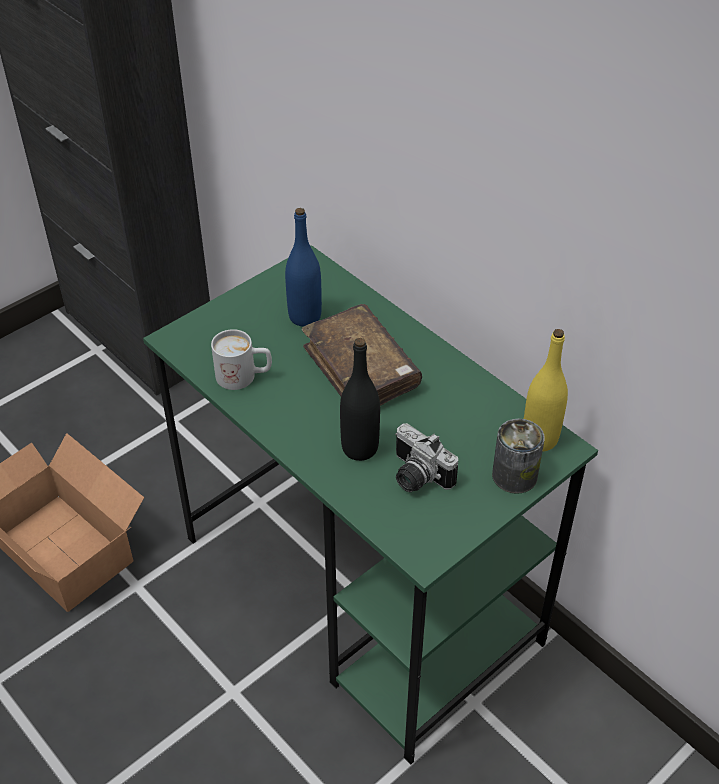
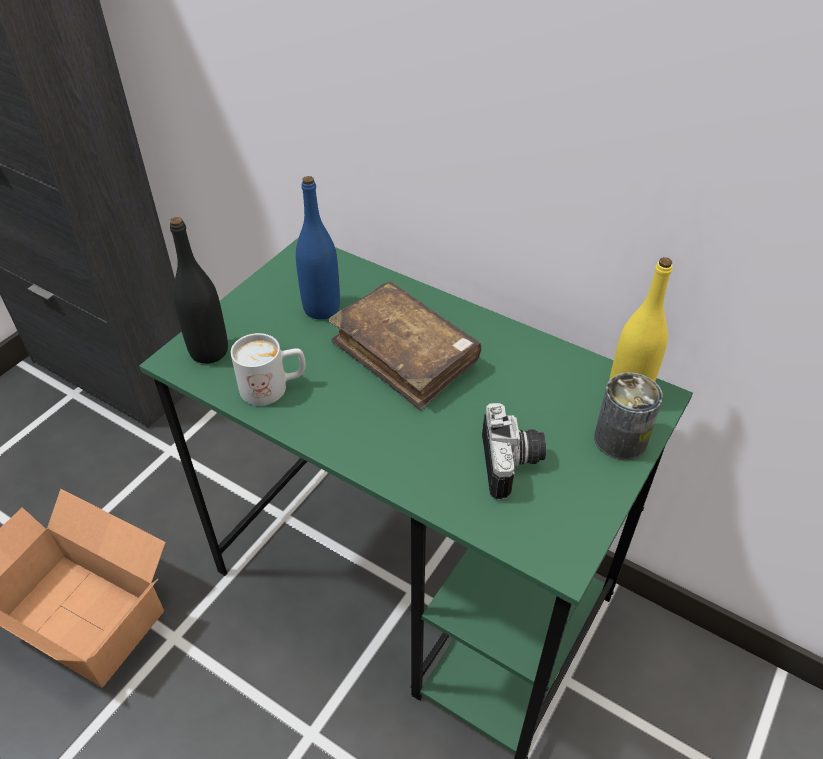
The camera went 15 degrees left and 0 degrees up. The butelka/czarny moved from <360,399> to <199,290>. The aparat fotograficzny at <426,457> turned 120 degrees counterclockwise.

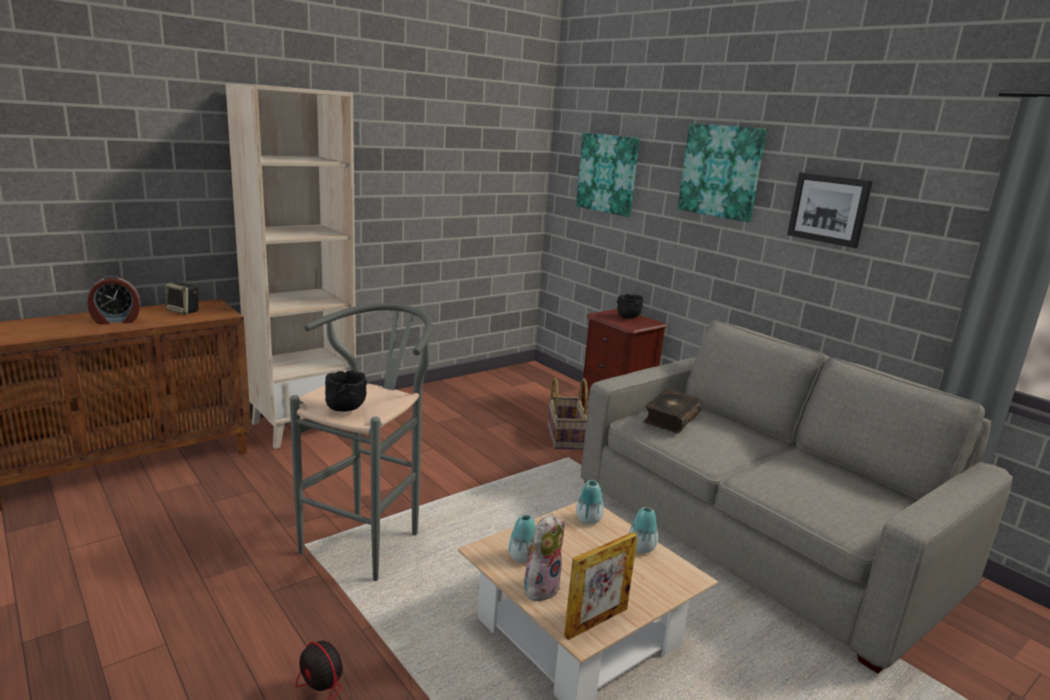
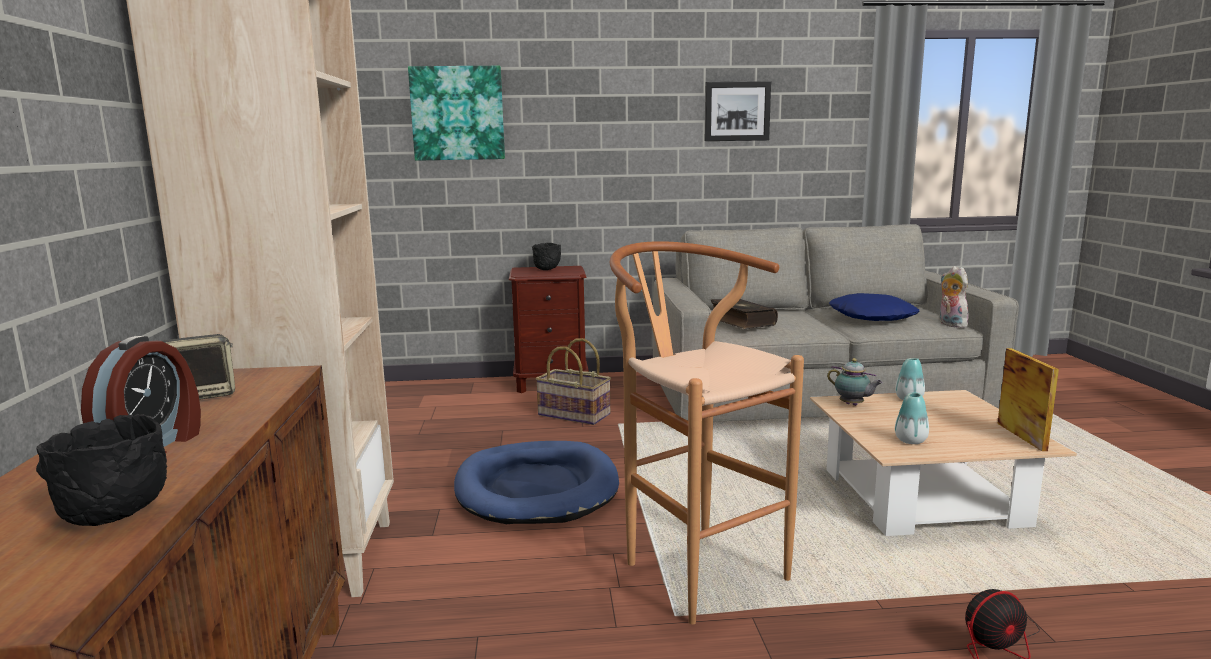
The camera went 55 degrees left and 5 degrees down. The obraz at <722,172> disappeared. The stołek/szary at <361,442> became the stołek/brązowy at <707,433>. The miska/czarny moved from <346,391> to <101,470>. The wazon at <590,502> was replaced by the imbryk at <855,382>. The pluszak moved from <544,557> to <954,297>. The poduszka/niebieski at <874,307> appeared. The legowisko/niebieski at <536,482> appeared.

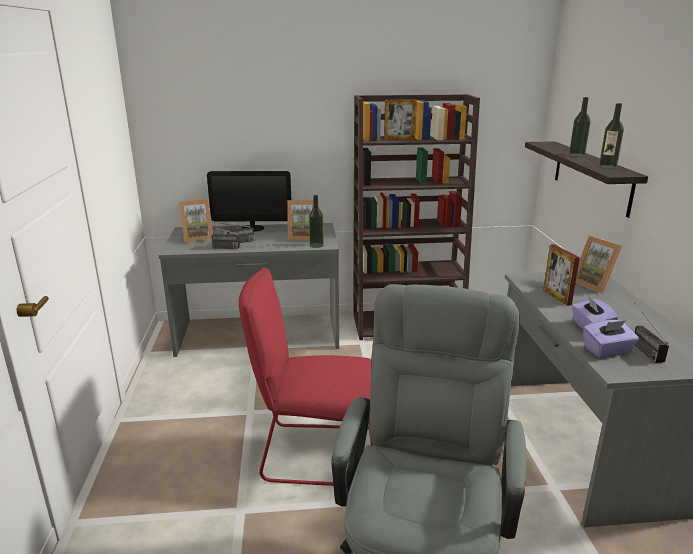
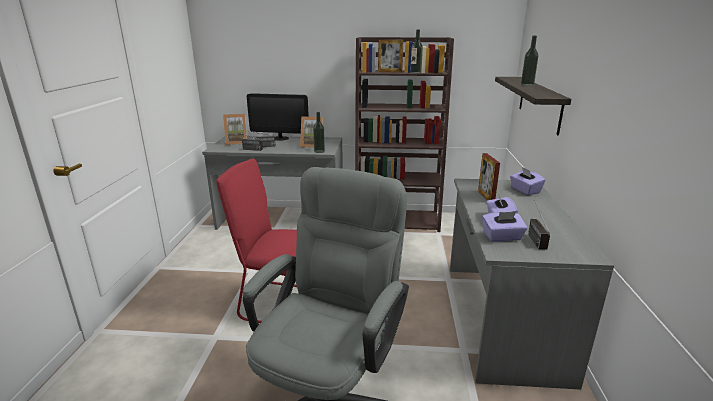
The camera went 10 degrees right and 0 degrees up. The butelka moved from <611,136> to <416,51>. The ramka na zdjęcie at <599,265> was replaced by the pudełko chusteczek/fioletowy at <528,181>.

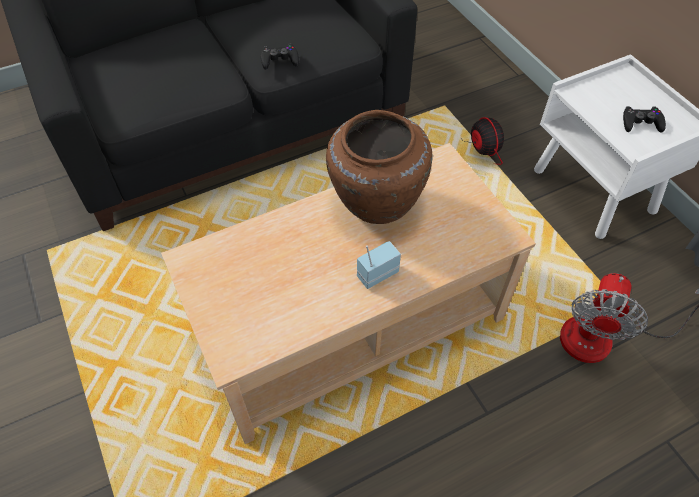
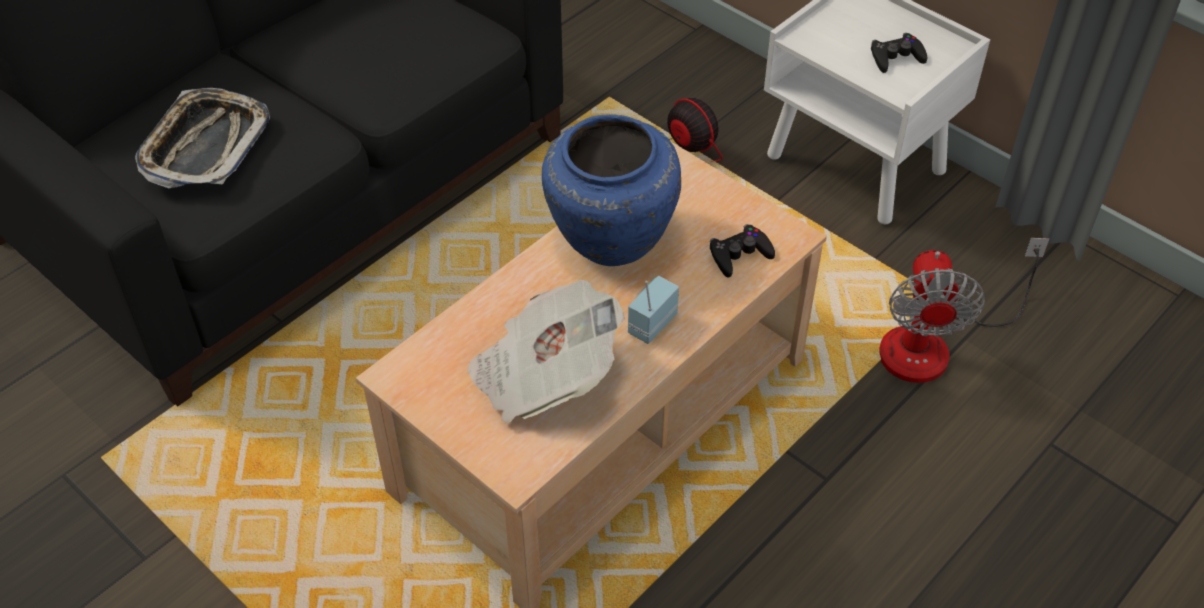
The camera went 20 degrees left and 5 degrees down. The pad do gier/czarny moved from <280,57> to <742,251>. The wazon/brązowy at <379,167> became the wazon/niebieski at <611,190>. The taca at <202,138> appeared. The gazeta at <545,352> appeared.

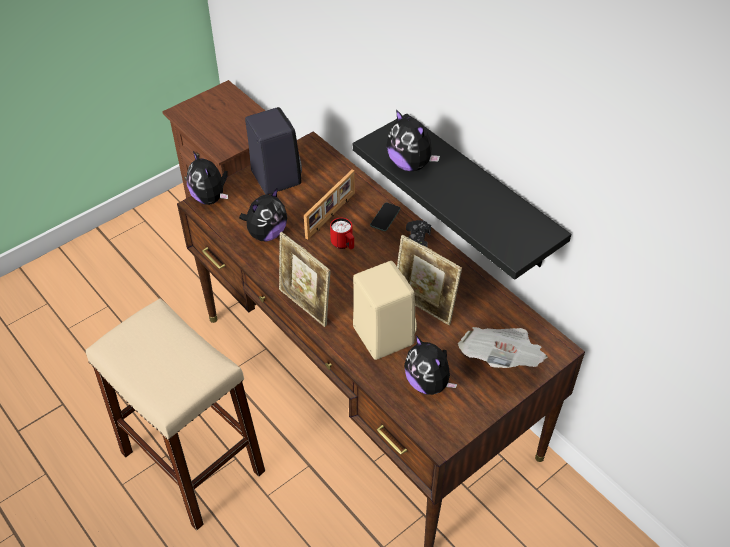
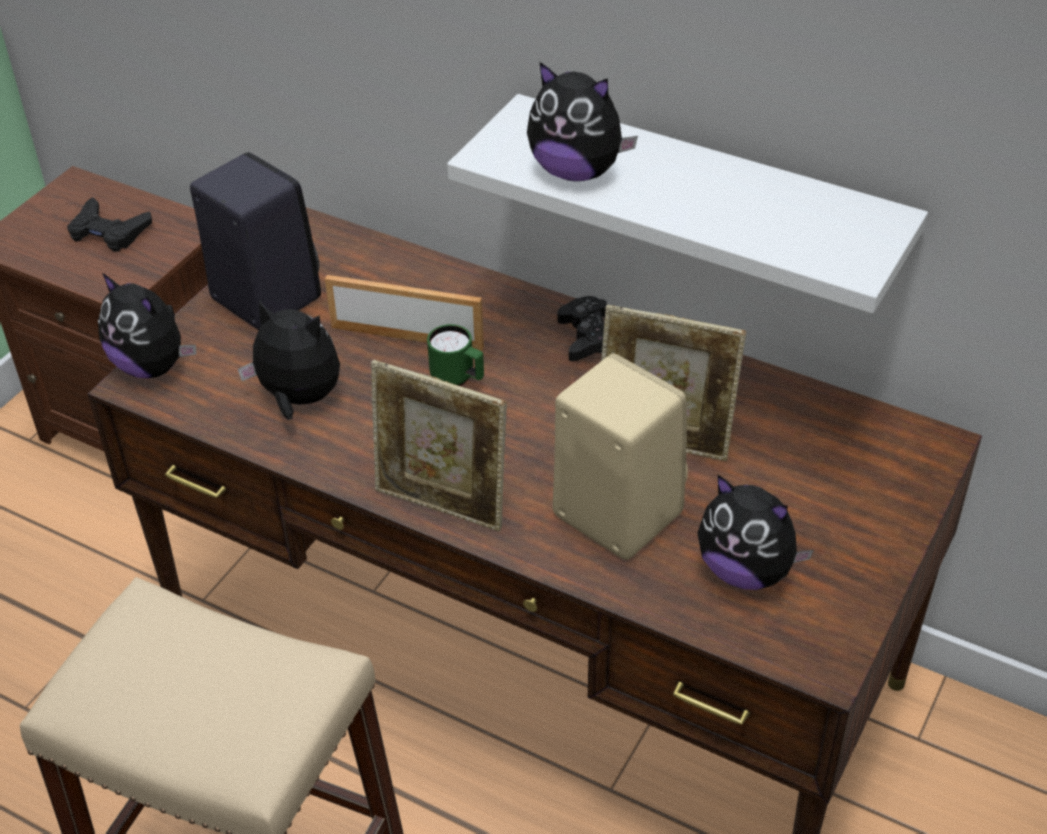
The camera went 20 degrees left and 5 degrees down. The półka/czarny at <462,196> became the półka/biały at <687,204>. The ramka na zdjęcie at <329,204> turned 90 degrees counterclockwise. The pluszak at <263,214> turned 90 degrees counterclockwise. The telefon at <385,216> disappeared. The kubek/czerwony at <342,233> became the kubek/zielony at <455,355>. The gazeta at <503,347> disappeared. The pad do gier/czarny at <109,224> appeared.

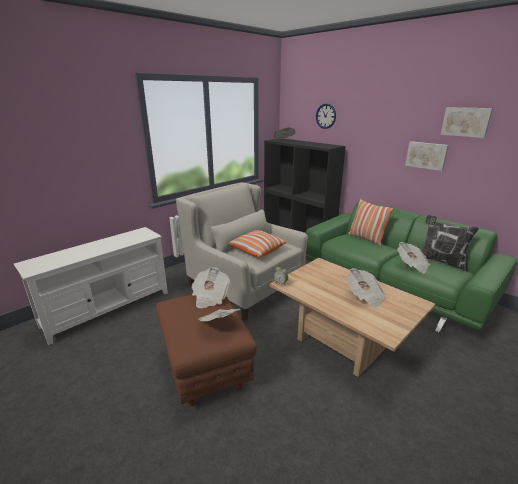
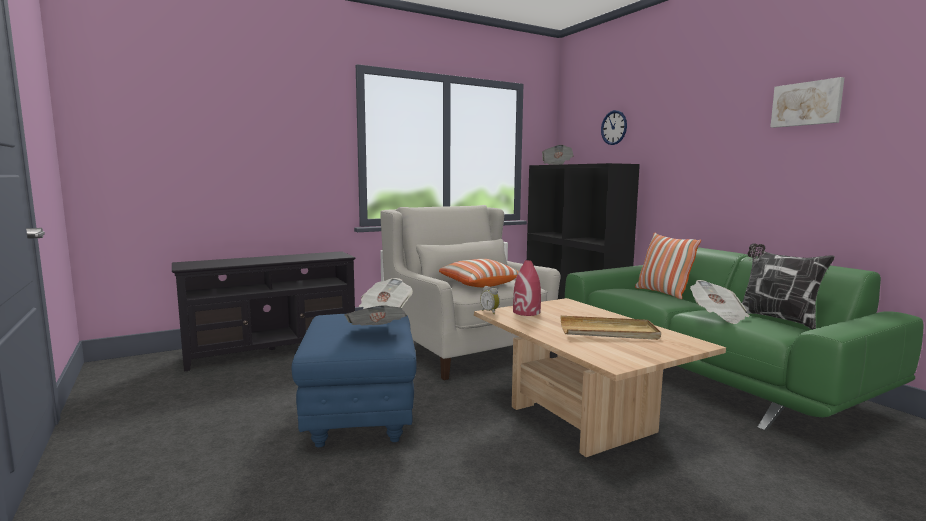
The camera went 15 degrees right and 15 degrees down. The obraz at <427,156> disappeared. The szafka pod telewizor/biały at <91,286> became the szafka pod telewizor/czarny at <264,311>. The gazeta at <366,288> was replaced by the taca/beżowy at <611,328>. The pufa/brązowy at <206,350> became the pufa/niebieski at <354,380>. The wazon/czerwony at <527,288> appeared.

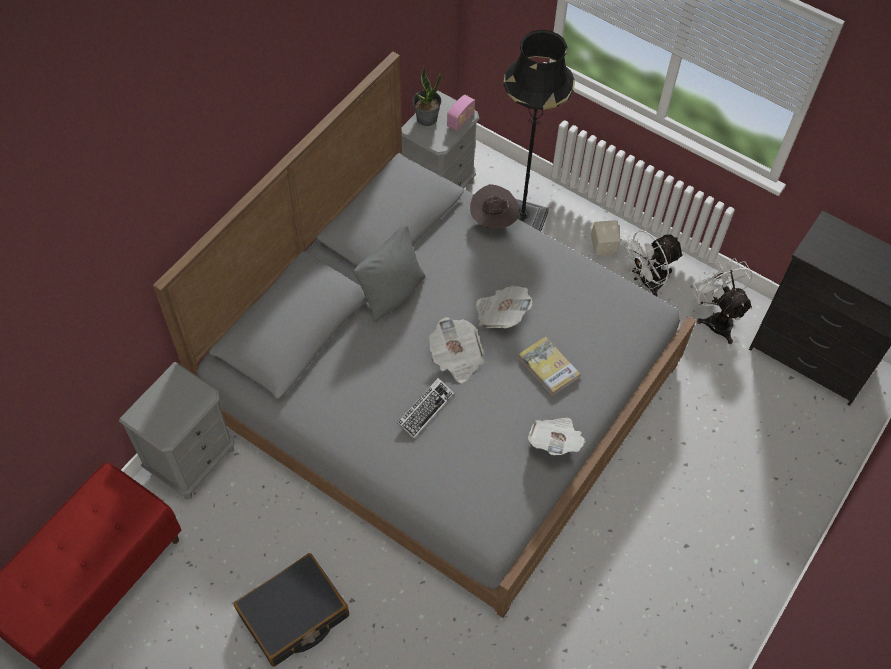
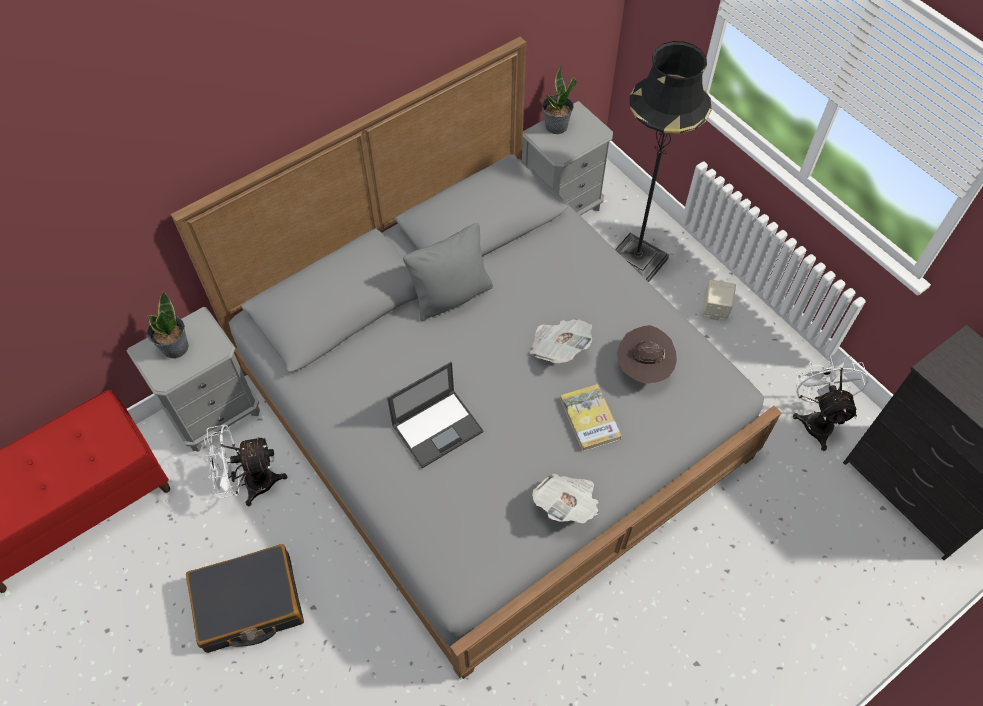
The camera went 20 degrees right and 0 degrees up. The radio at <461,113> disappeared. The kapelusz/brązowy moved from <494,206> to <647,354>. The wentylator/biały moved from <653,263> to <245,465>. The gazeta at <456,350> disappeared. The klawiatura at <425,408> was replaced by the laptop at <435,415>. The roślina doniczkowa at <168,324> appeared.

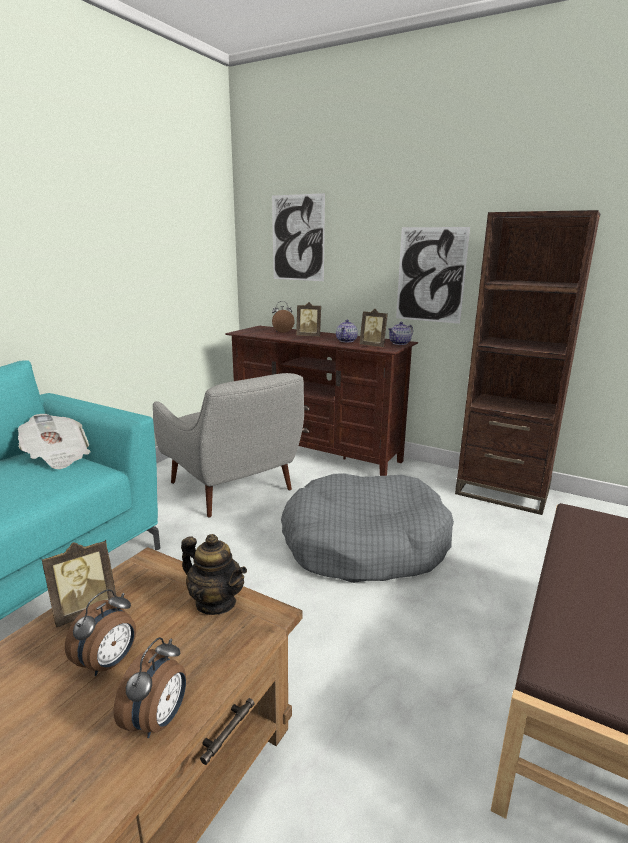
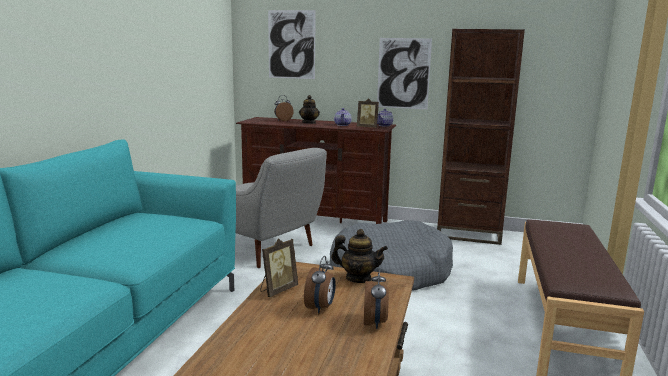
The camera went 15 degrees left and 5 degrees down. The ramka na zdjęcie at <308,319> was replaced by the imbryk at <309,109>. The gazeta at <54,441> disappeared.

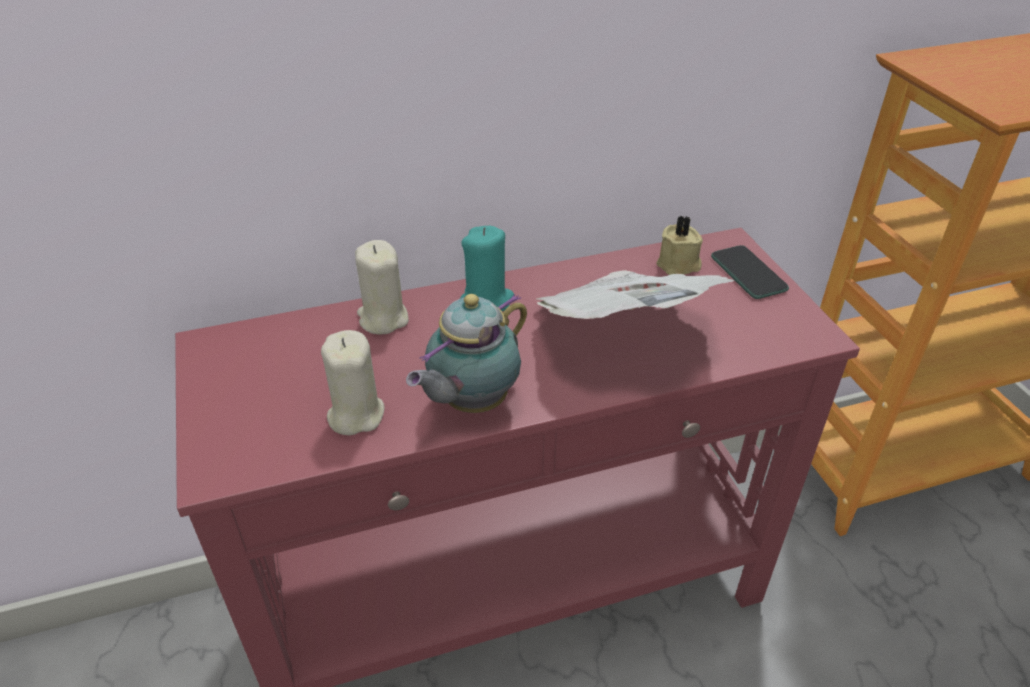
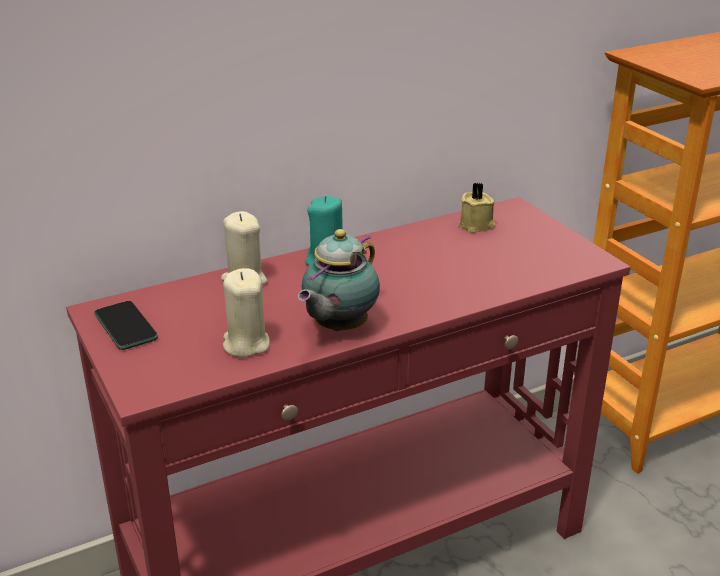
The camera went 10 degrees left and 10 degrees down. The telefon moved from <750,272> to <126,325>. The gazeta at <636,294> disappeared.

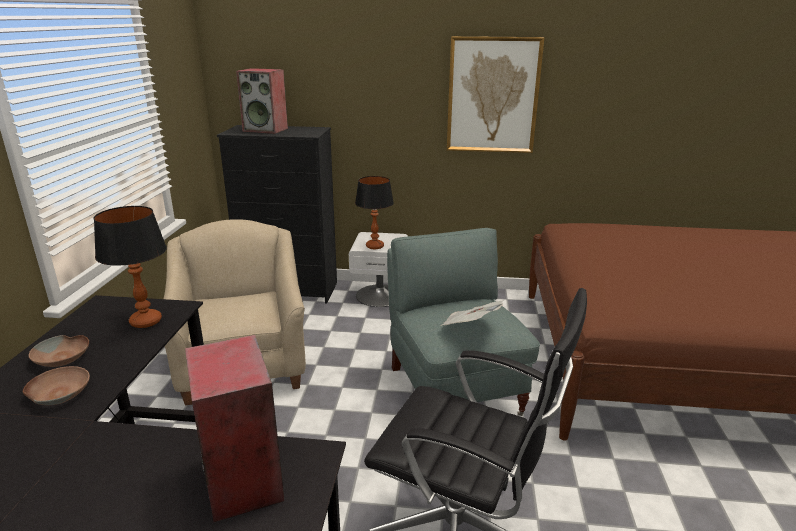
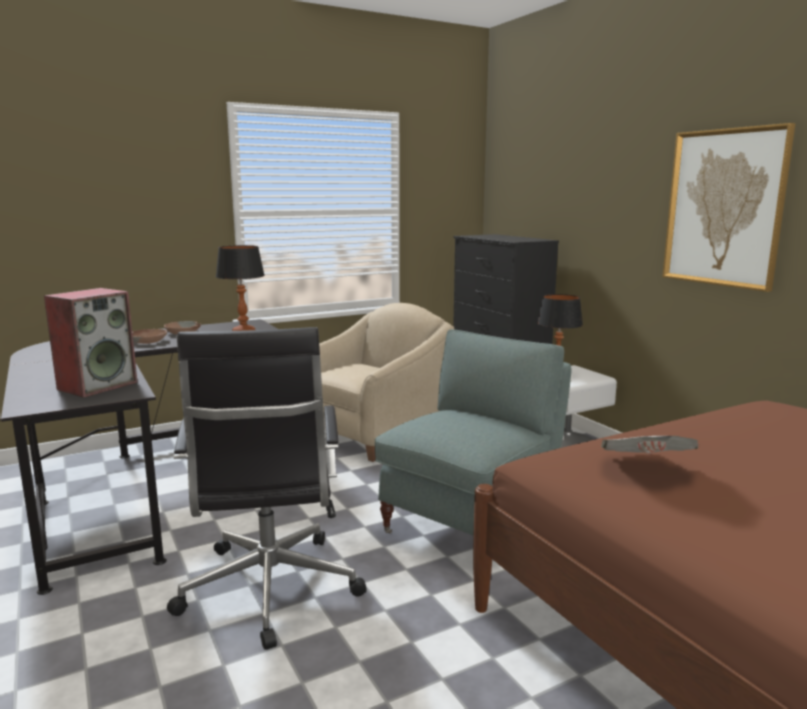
The camera went 55 degrees right and 10 degrees down. The głośnik at <262,101> disappeared. The gazeta moved from <472,313> to <650,445>.

